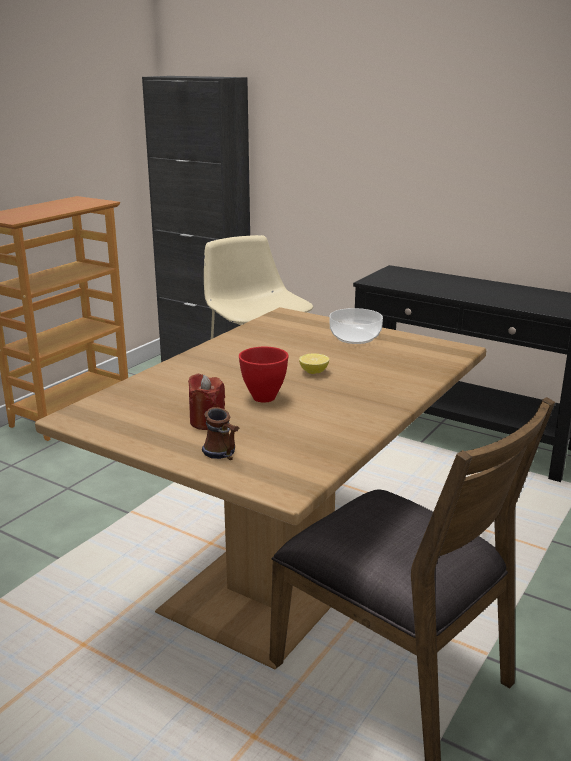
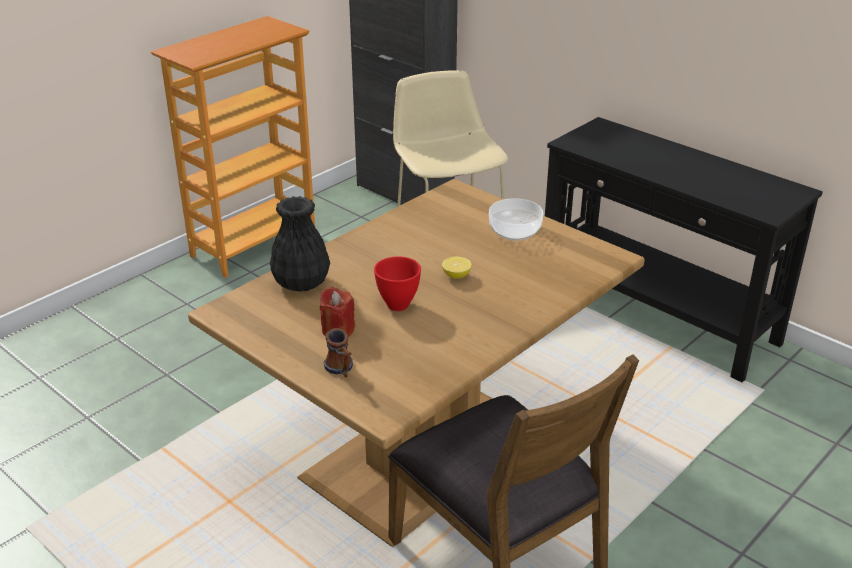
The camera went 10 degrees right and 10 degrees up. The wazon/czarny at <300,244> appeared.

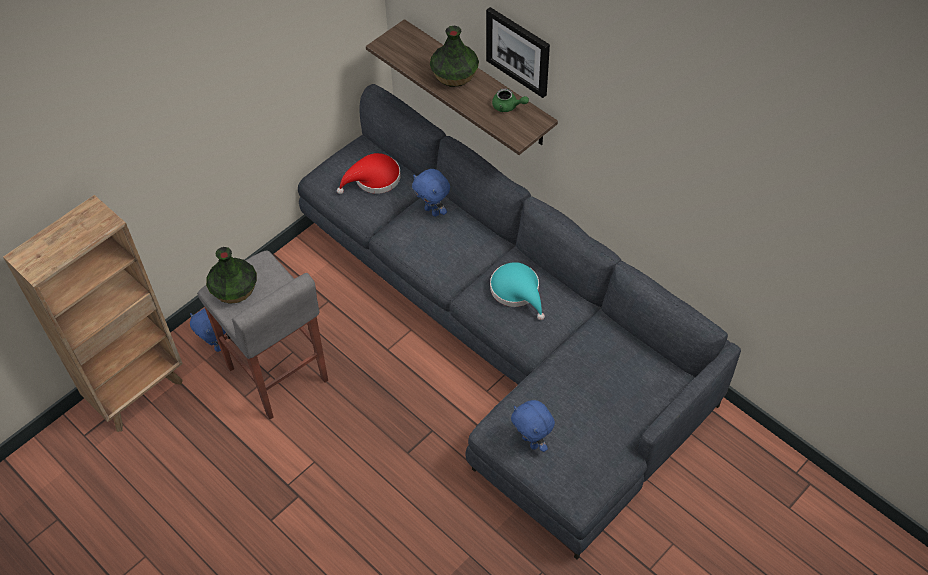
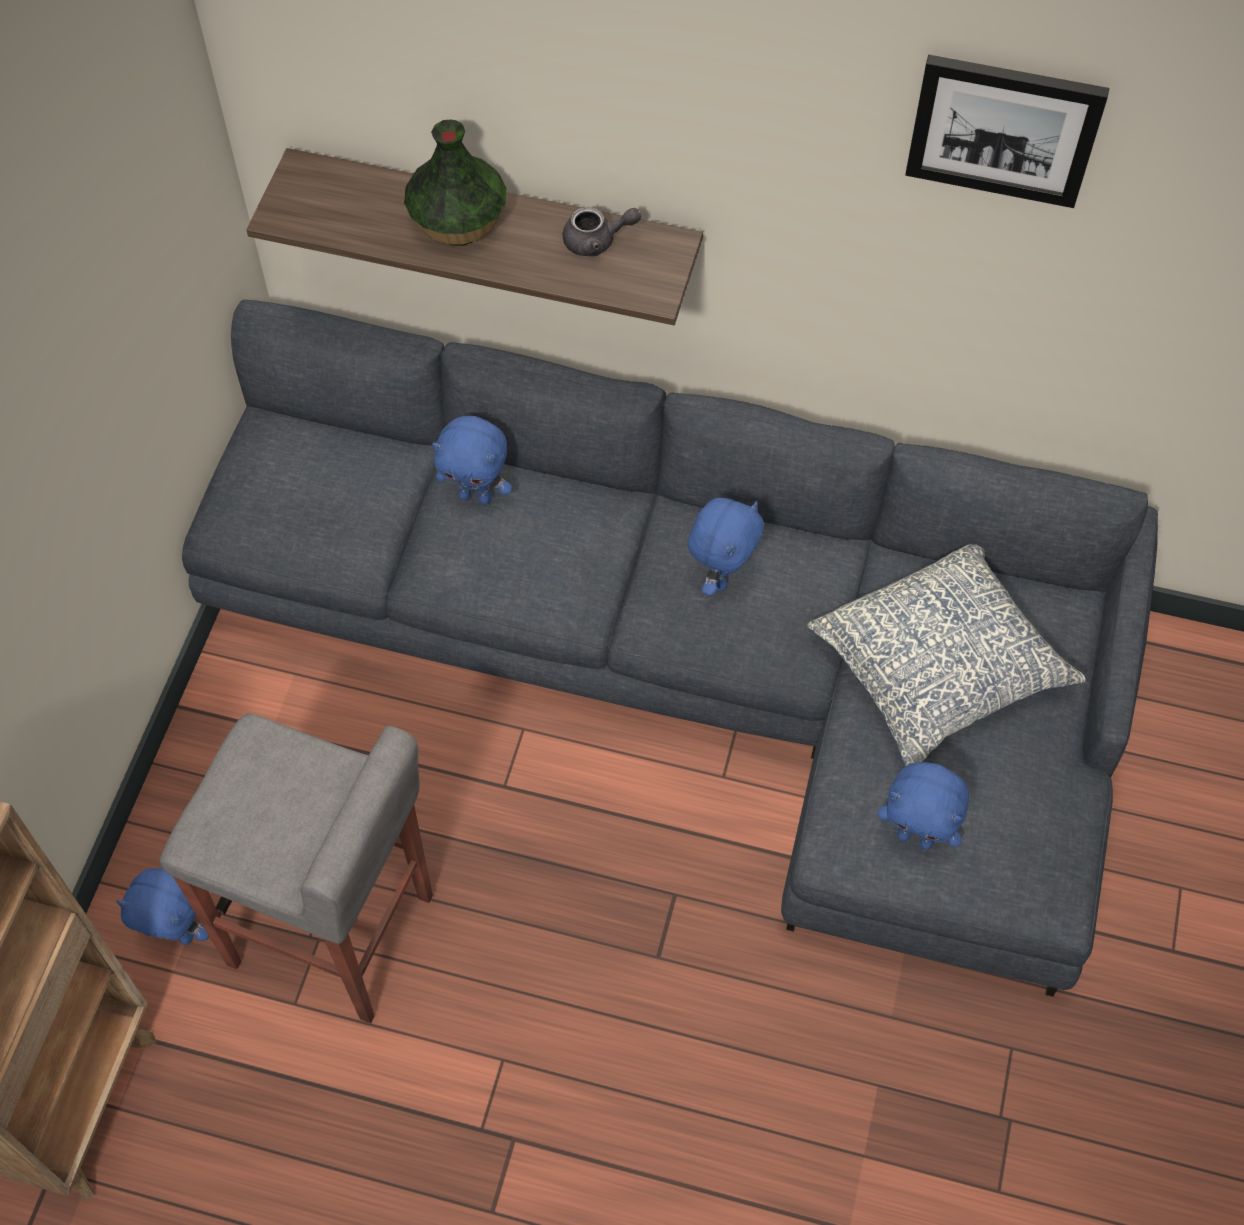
The camera went 30 degrees left and 5 degrees up. The obraz moved from <518,52> to <1007,131>. The imbryk/zielony at <510,100> became the imbryk/szary at <602,232>. The kapelusz/czerwony at <369,173> disappeared. The wazon at <231,275> disappeared. The kapelusz/turkusowy at <517,291> was replaced by the pluszak/niebieski at <725,547>. The poduszka at <946,655> appeared.

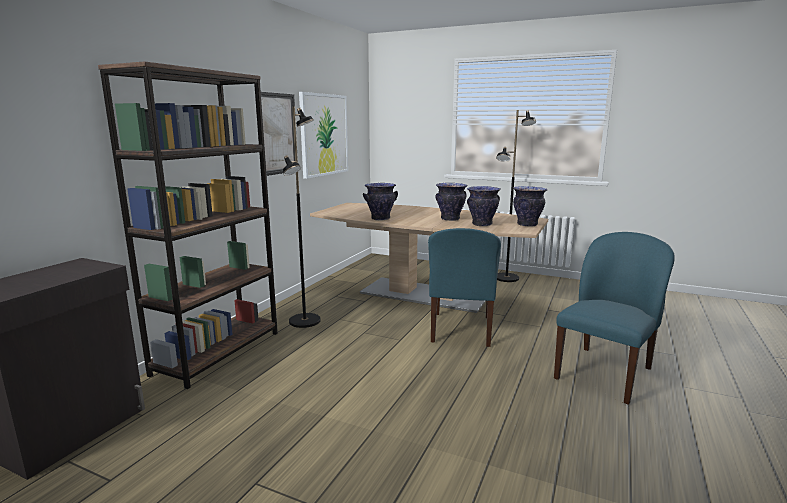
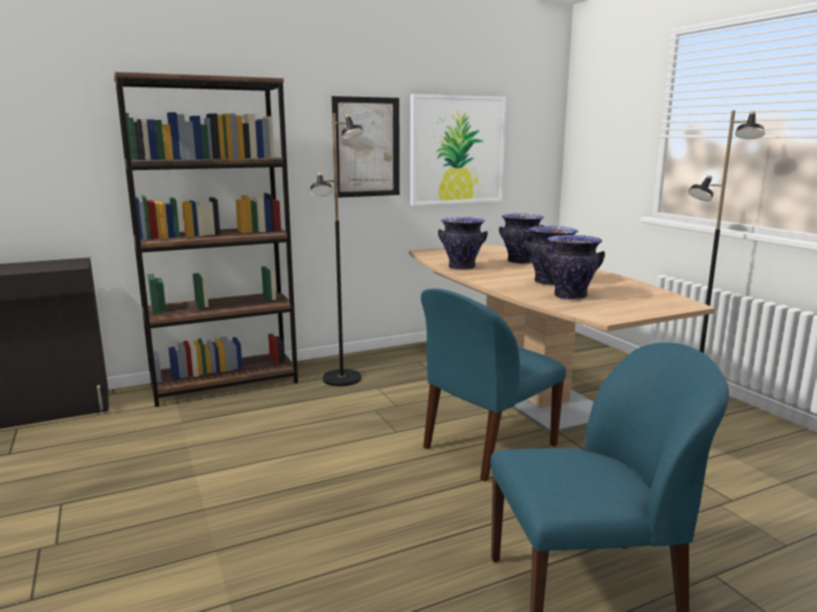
The camera went 40 degrees right and 0 degrees up. The wazon moved from <530,206> to <521,238>.

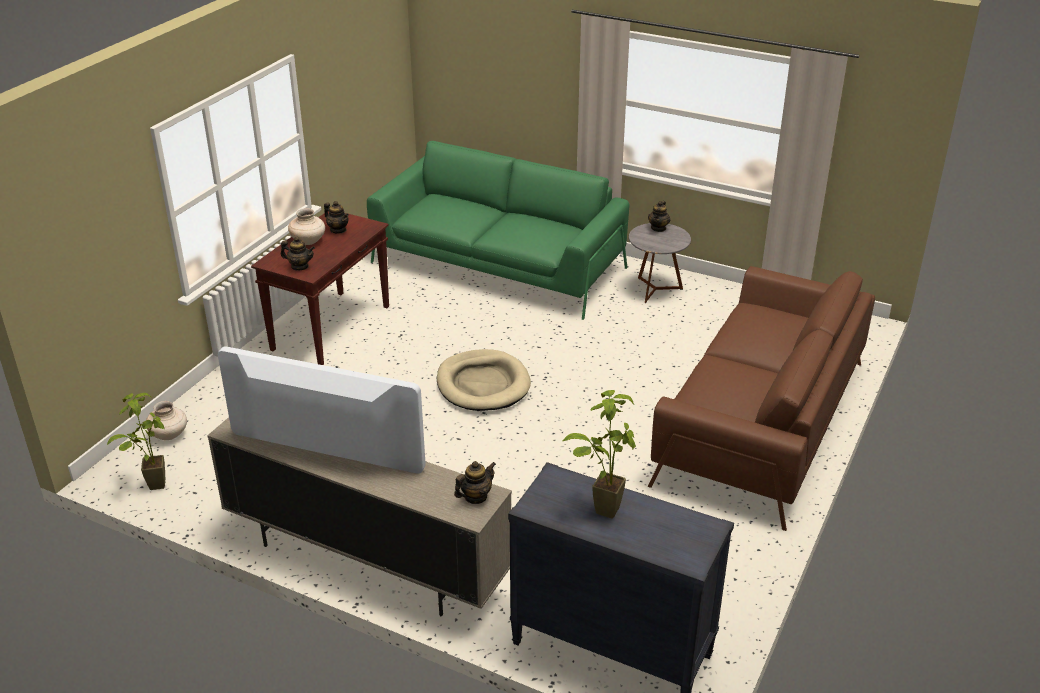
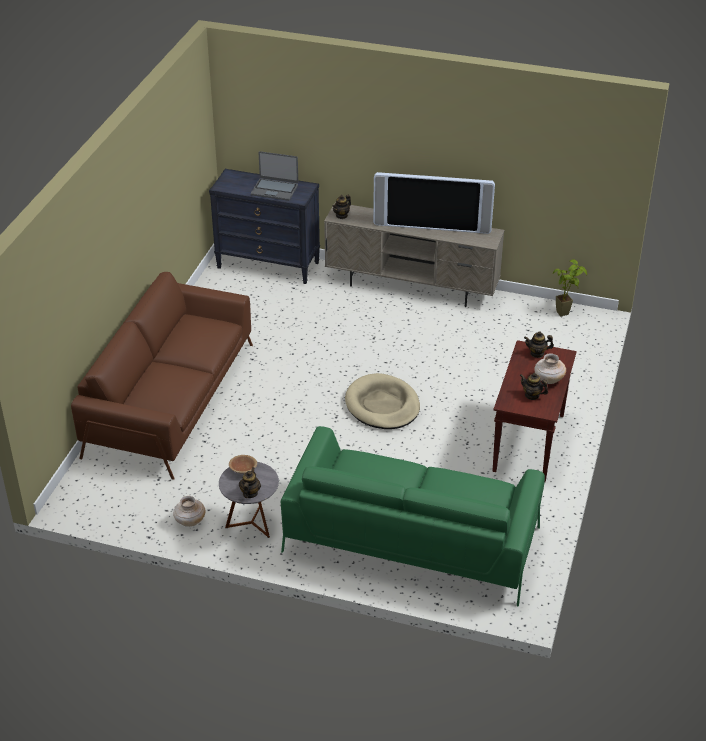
The camera went 170 degrees right and 5 degrees up. The roślina doniczkowa at <599,454> was replaced by the laptop at <274,176>. The wazon/beżowy moved from <166,420> to <189,511>. The miska/brązowy at <243,464> appeared.

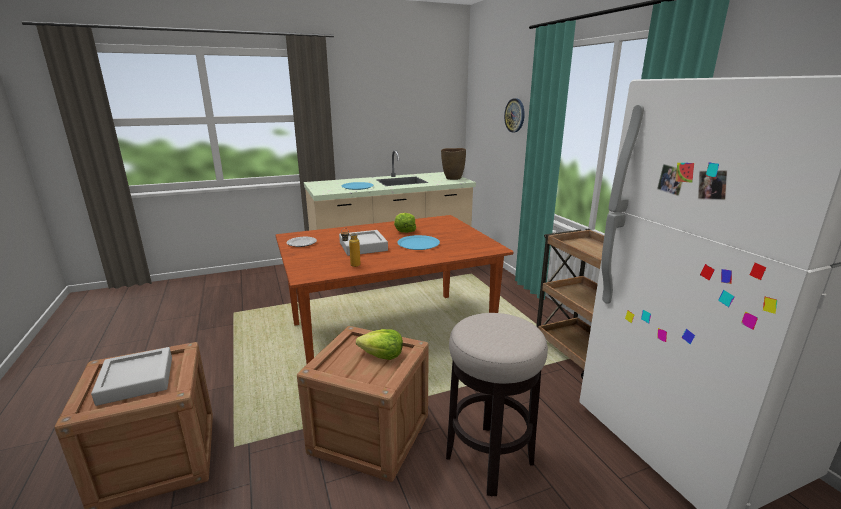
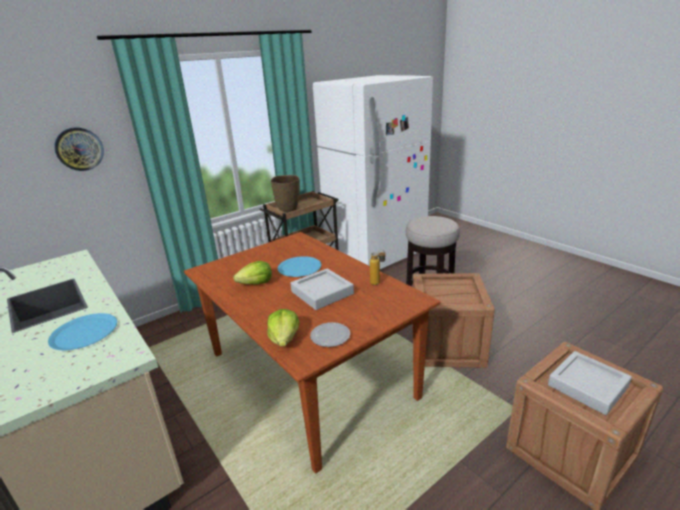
The camera went 105 degrees left and 5 degrees up. The wazon/brązowy moved from <453,164> to <285,194>. The sałata moved from <379,344> to <283,327>.

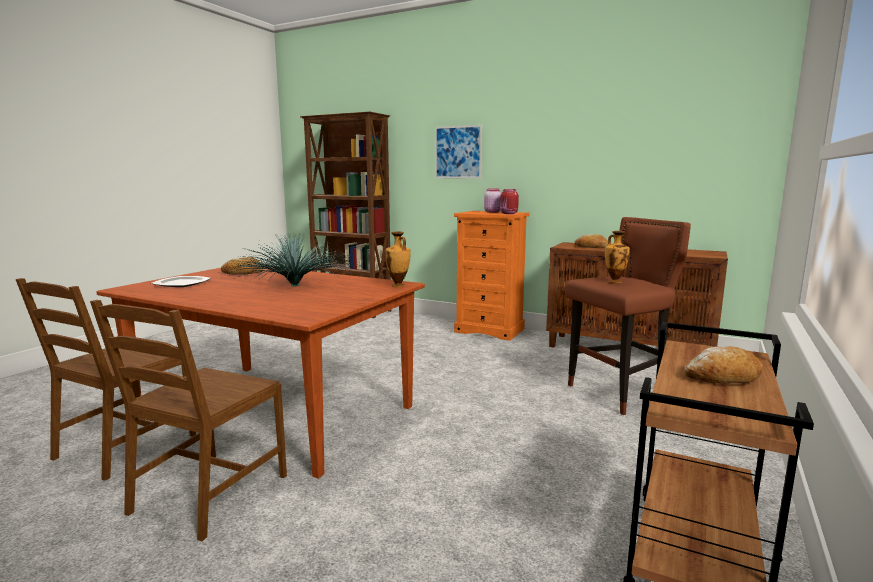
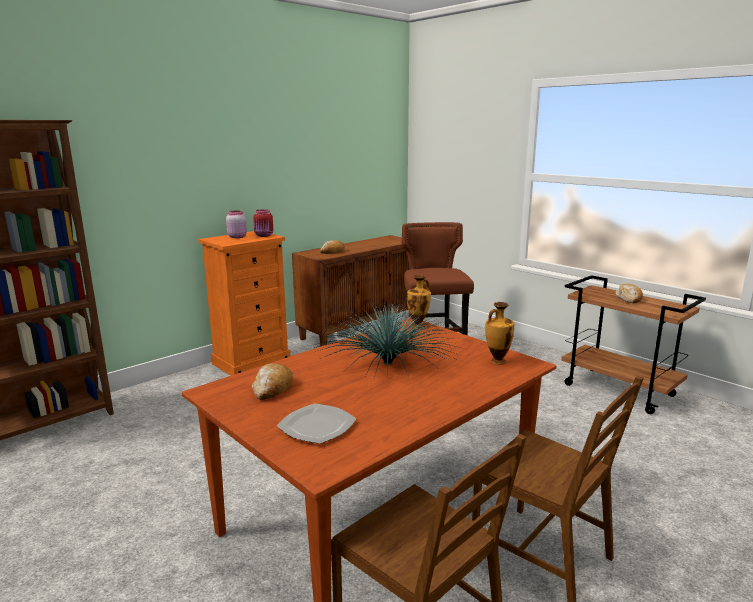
The camera went 70 degrees left and 5 degrees up. The obraz at <458,151> disappeared. The wazon moved from <617,257> to <499,333>.

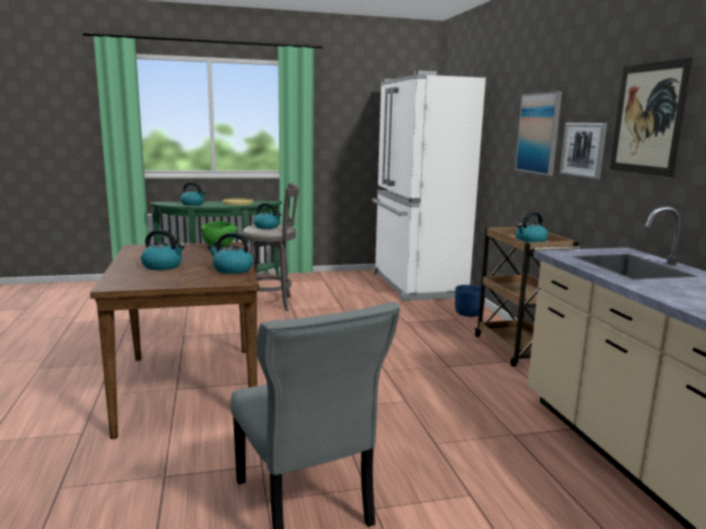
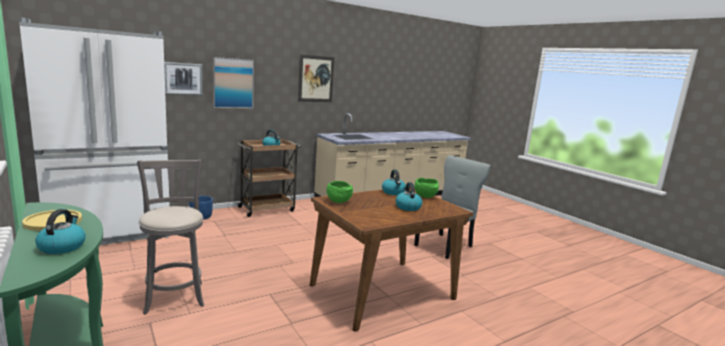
The camera went 110 degrees left and 0 degrees up. The obraz moved from <583,151> to <183,78>. The czajnik at <268,216> disappeared. The miska/zielony at <426,188> appeared.

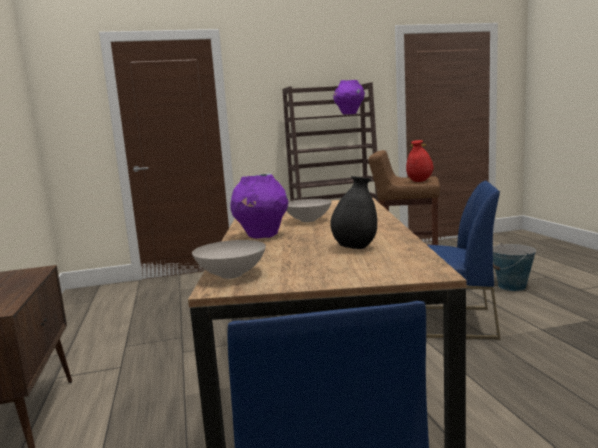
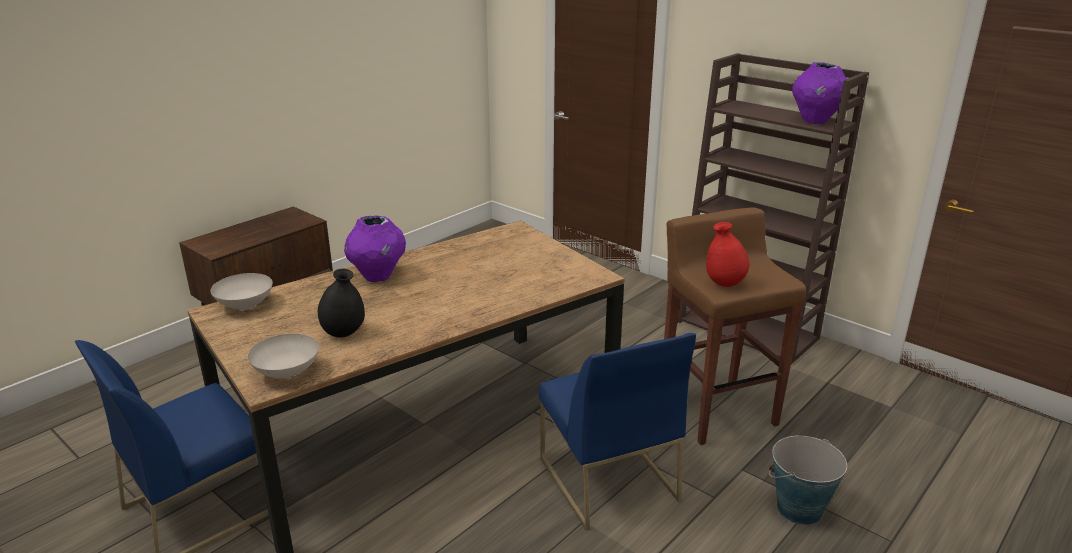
The camera went 55 degrees right and 15 degrees up. The miska/biały moved from <309,210> to <283,356>.

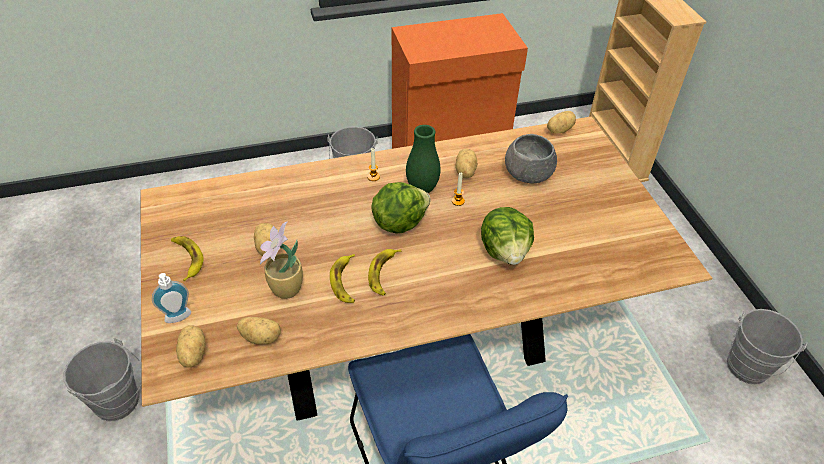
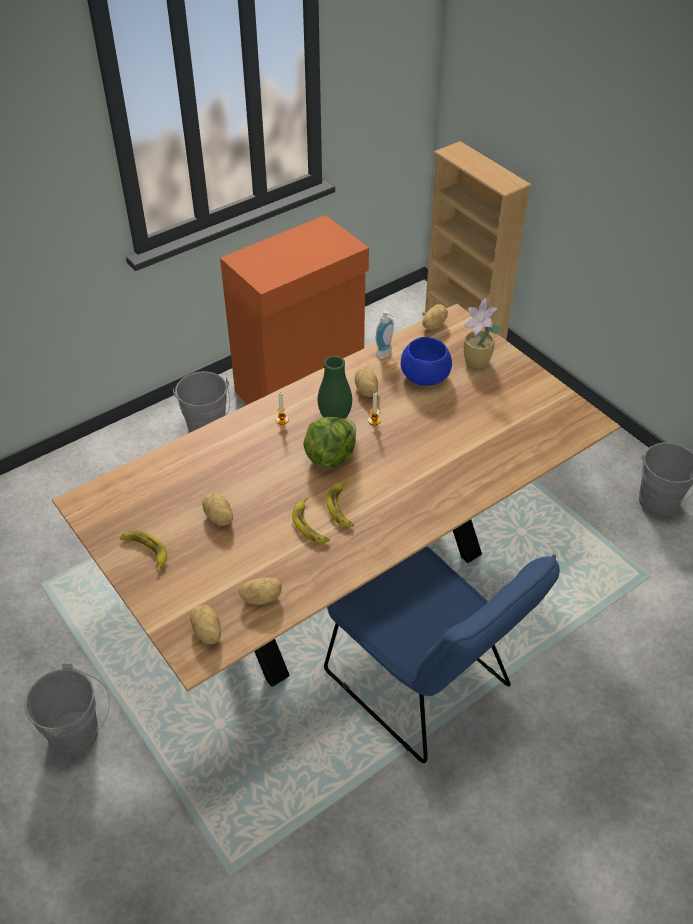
The camera went 20 degrees left and 0 degrees up. The miska/szary at <531,158> became the miska/niebieski at <426,361>. The sałata at <507,236> disappeared. The roślina doniczkowa moved from <281,260> to <483,333>. The dozownik mydła moved from <171,298> to <385,333>.

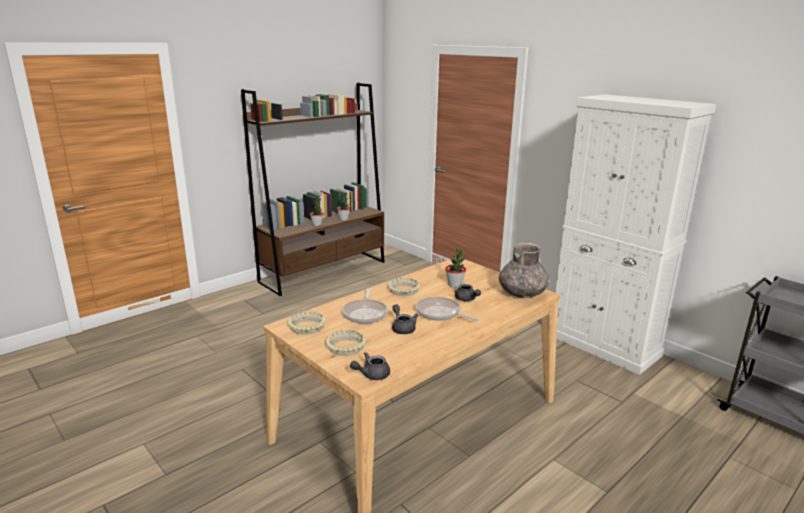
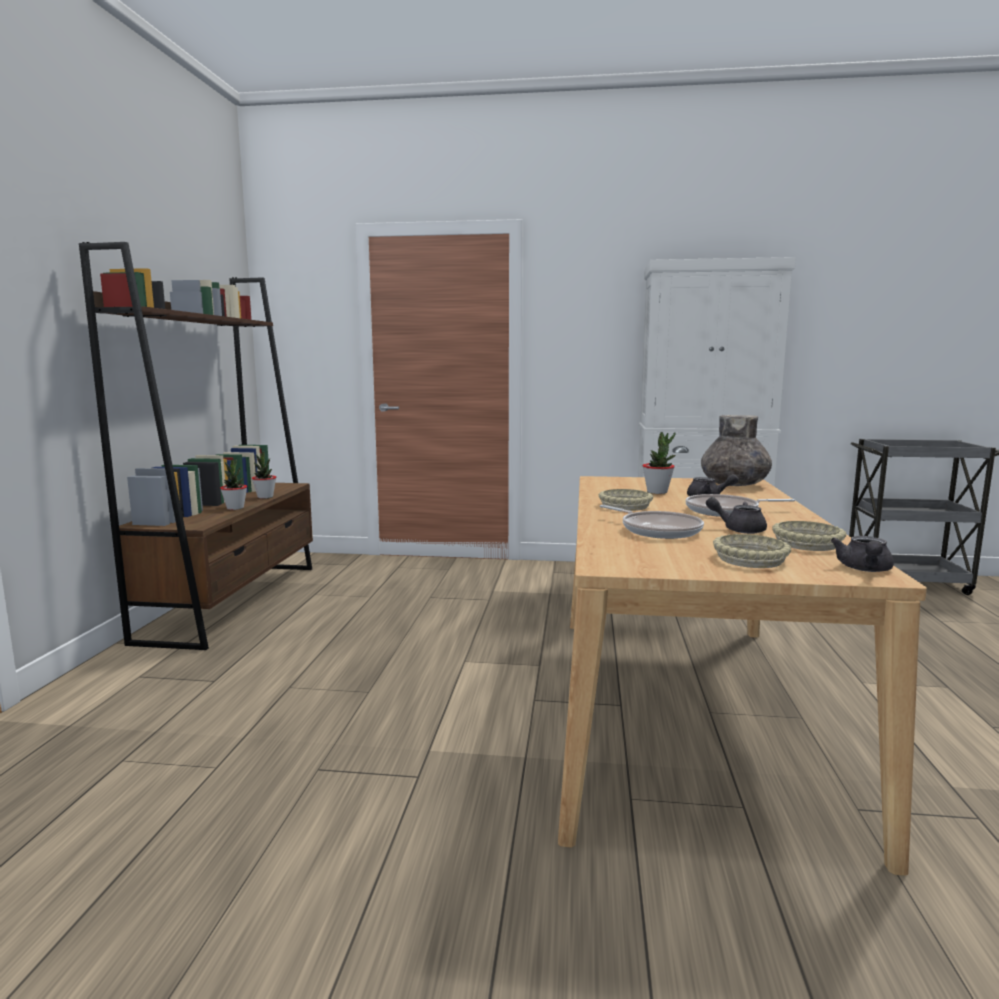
The camera went 40 degrees left and 10 degrees down. The miska/beżowy moved from <306,323> to <809,536>.

